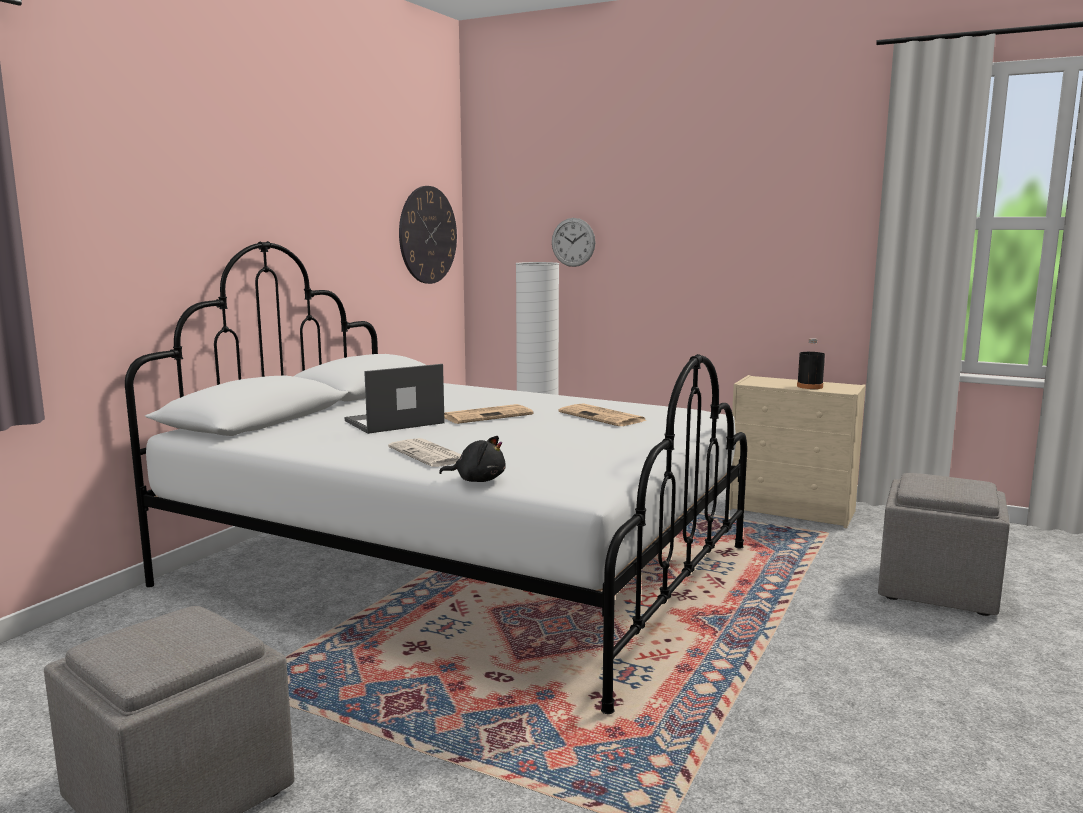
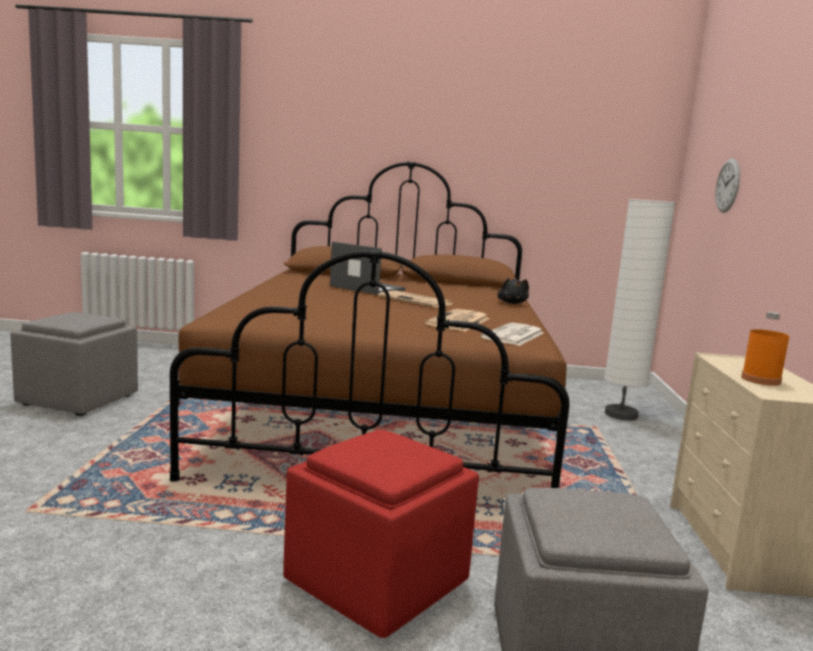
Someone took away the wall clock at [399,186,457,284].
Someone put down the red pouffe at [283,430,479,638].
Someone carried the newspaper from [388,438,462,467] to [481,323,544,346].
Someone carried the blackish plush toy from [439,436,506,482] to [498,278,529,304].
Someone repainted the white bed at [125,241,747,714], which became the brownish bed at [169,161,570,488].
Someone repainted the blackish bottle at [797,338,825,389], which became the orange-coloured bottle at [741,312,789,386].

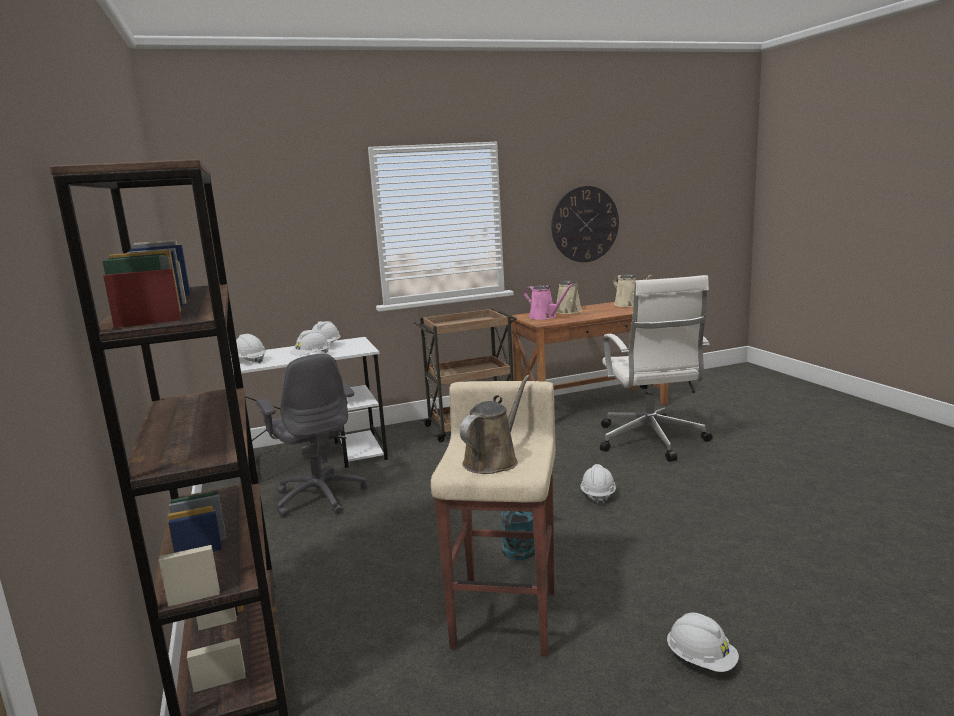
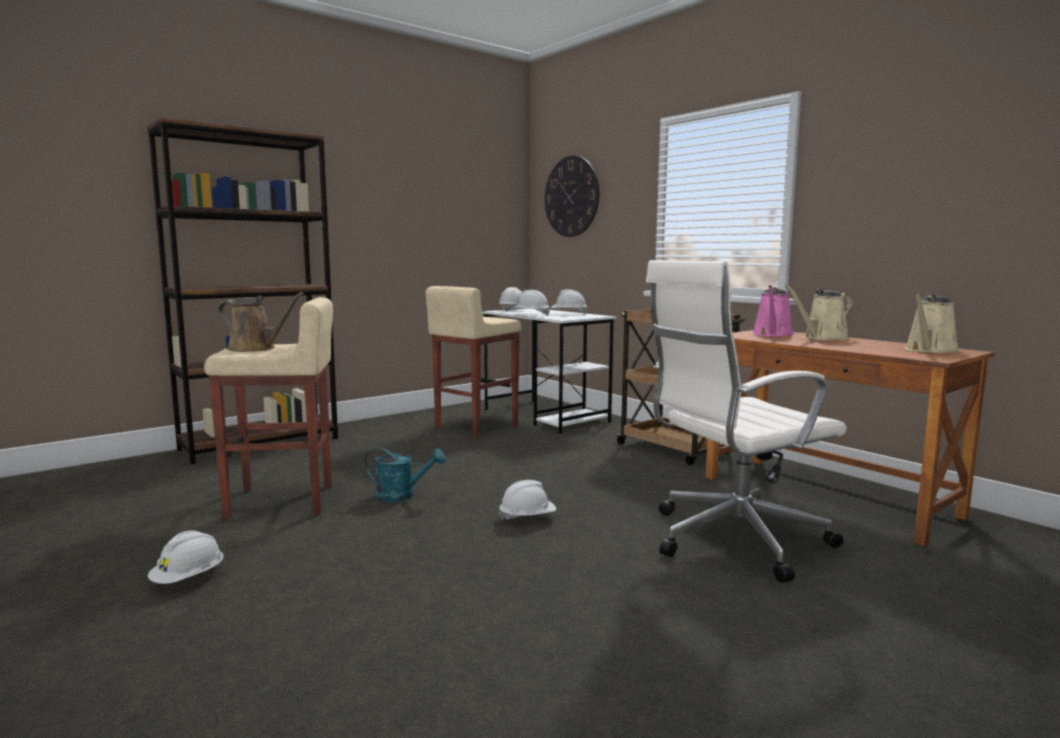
Someone carried the wall clock from [551,186,619,262] to [545,156,599,237].
Someone swapped the gray computer chair at [256,354,367,517] for the beige stool seat at [426,286,521,438].

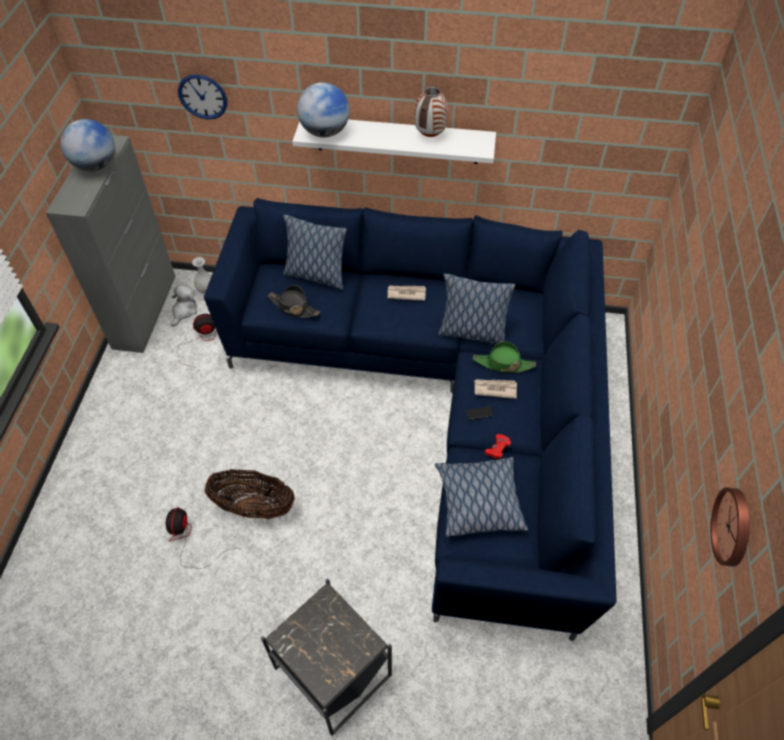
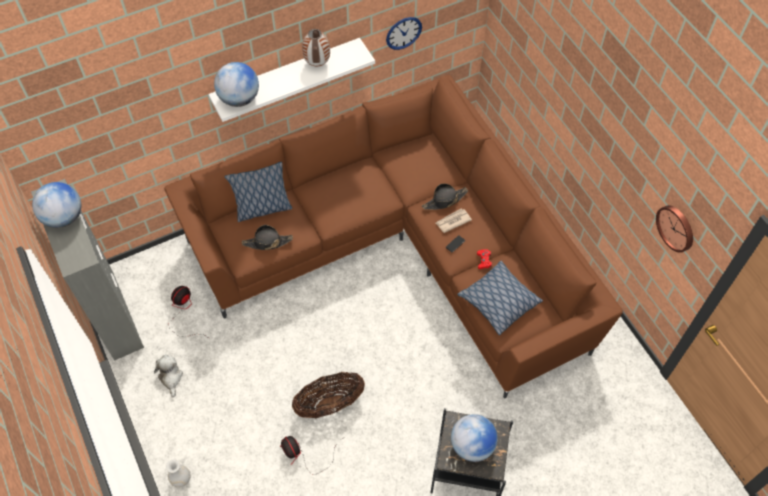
Someone took away the newspaper at [388,285,426,301].
Someone took away the pillow at [438,273,515,344].
Someone put down the world globe at [451,414,498,462].
Someone carried the plush toy from [170,285,197,327] to [154,355,183,398].
Someone carried the wall clock from [178,74,227,119] to [386,17,422,50].
Someone carried the white decorative vase from [192,257,212,294] to [166,459,191,488].
Someone repainted the blue-coloured sofa at [204,198,617,641], which became the brownish sofa at [164,75,623,398].
Someone repainted the greenish clothing hat at [473,341,536,373], which became the blackish clothing hat at [422,183,468,210].

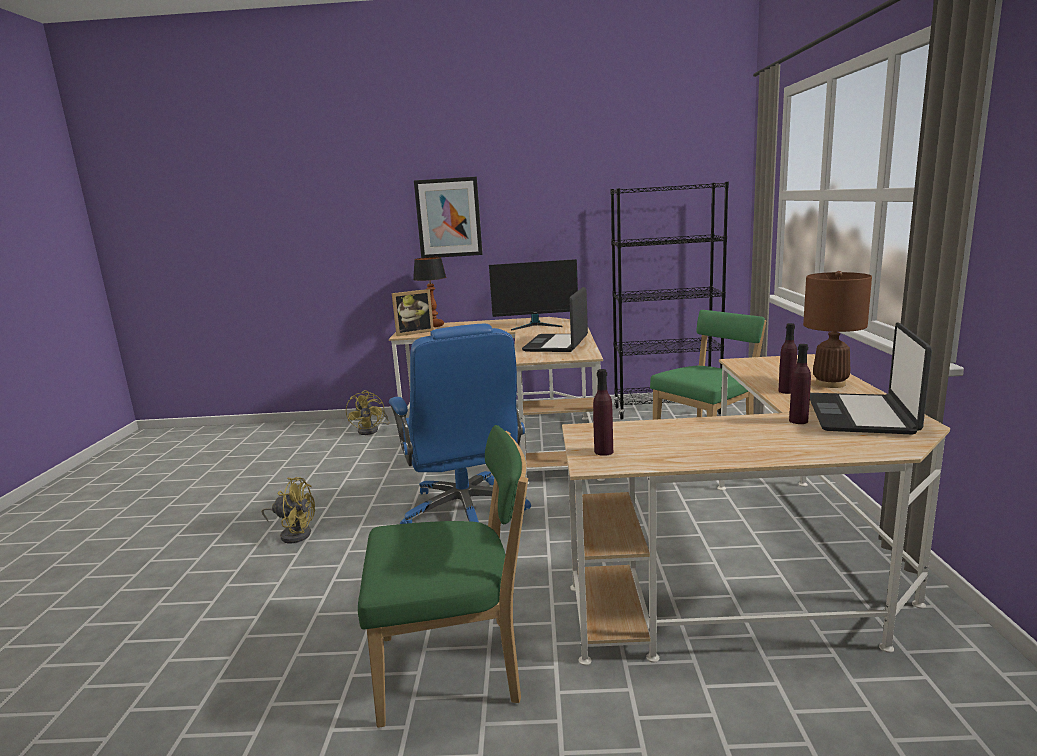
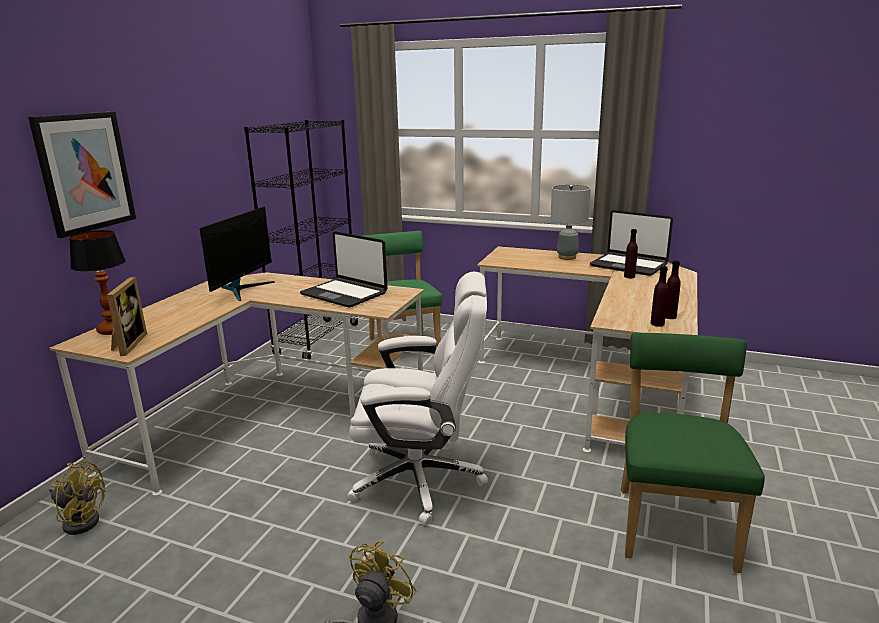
Someone carried the purplish bottle from [779,323,797,394] to [665,260,681,319].
Someone repainted the blue-coloured computer chair at [389,324,531,524], which became the white computer chair at [347,272,488,525].
Someone repainted the brownish table lamp at [803,271,872,388], which became the gray table lamp at [551,184,591,260].

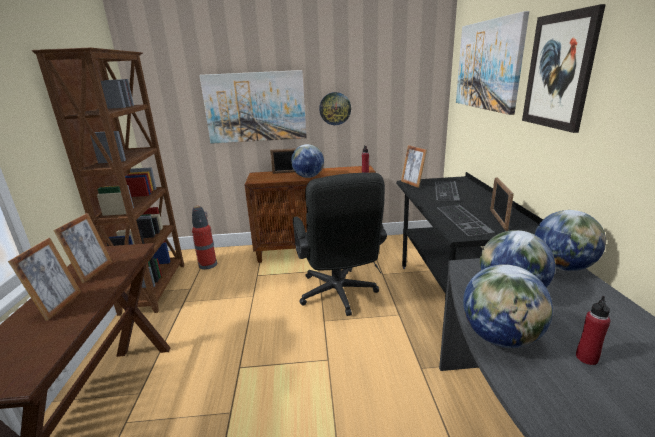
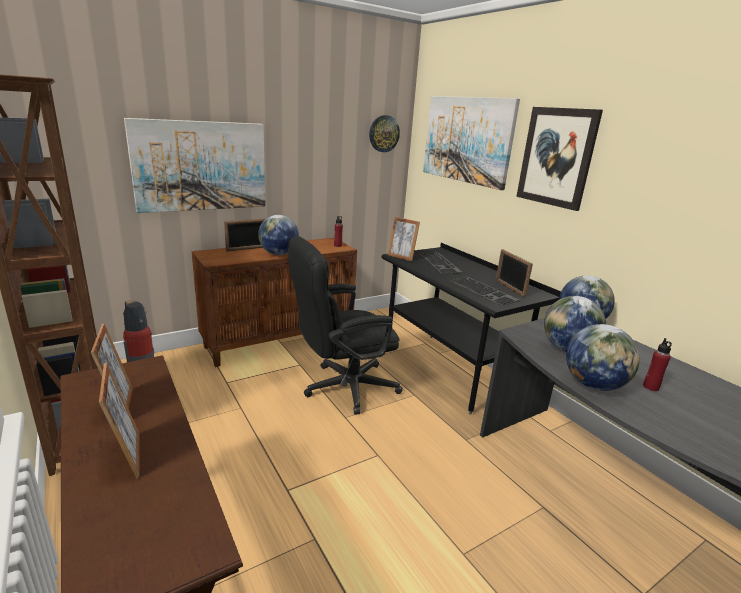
Someone carried the wall clock from [319,92,351,125] to [369,115,400,152].
Someone rotated the blackish computer chair at [293,172,387,316] by 105 degrees clockwise.

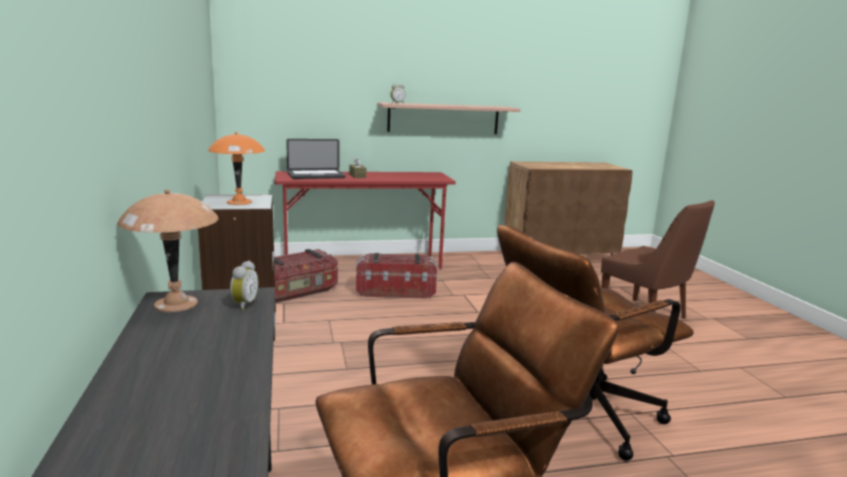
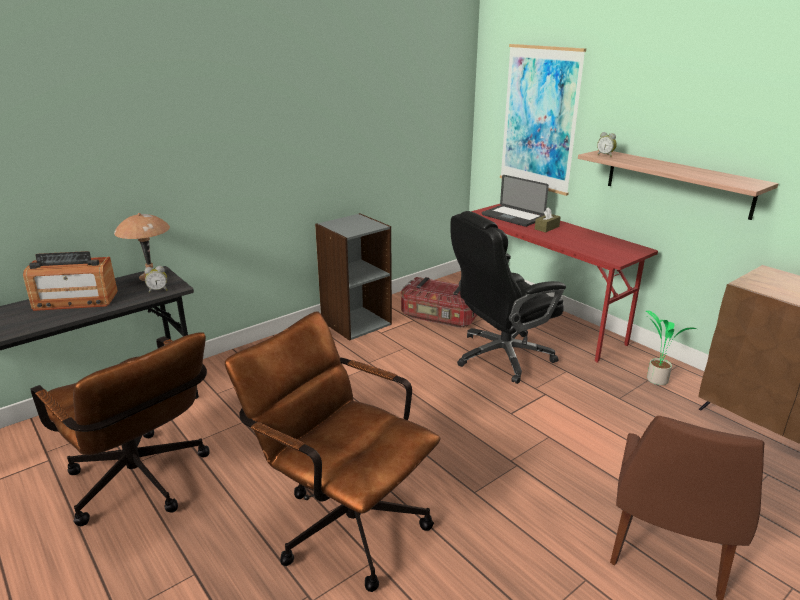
Someone took away the orange-coloured table lamp at [208,132,265,205].
Someone put down the radio at [23,251,118,311].
Someone put up the wall picture at [500,44,586,196].
Someone put down the plant in a pot at [646,311,699,385].
Someone swapped the storage container at [355,253,438,299] for the blackish computer chair at [451,211,566,384].

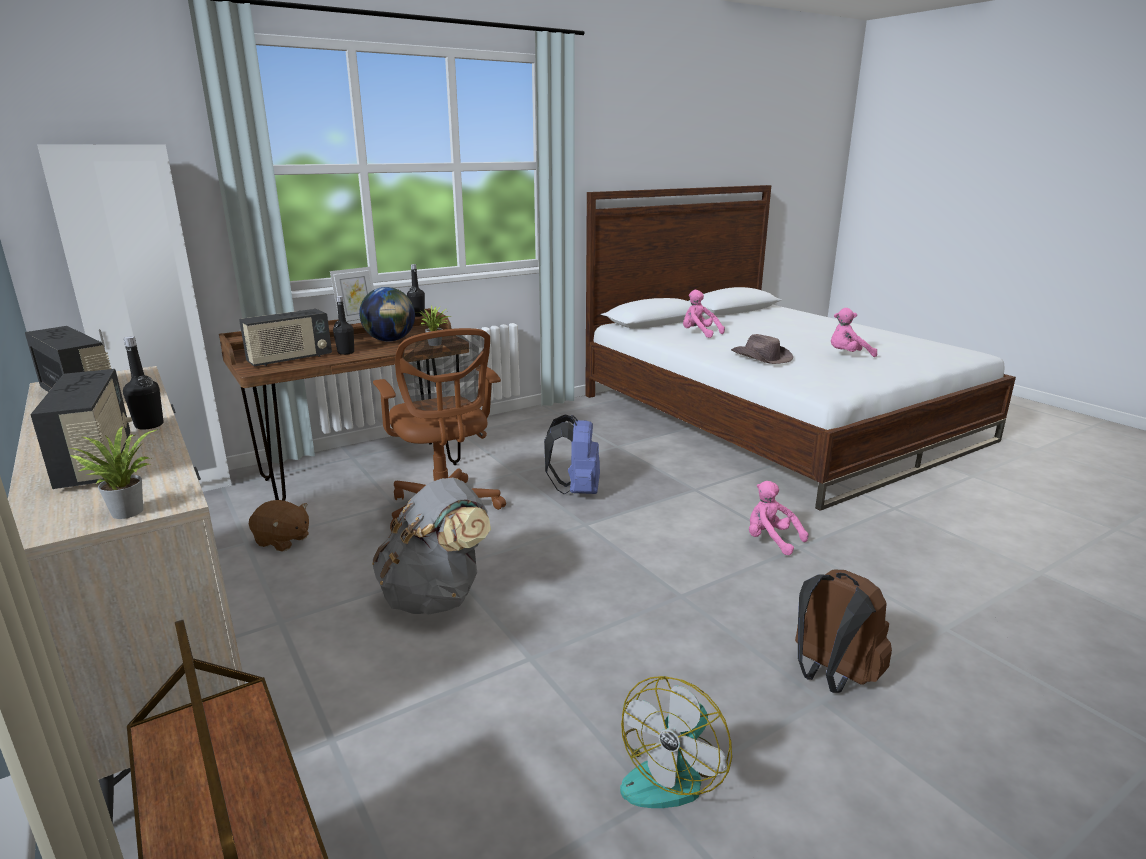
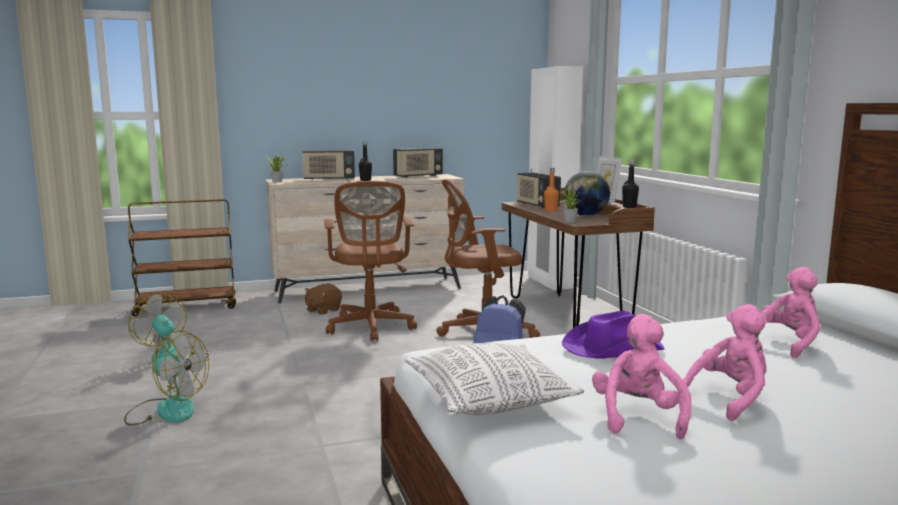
Someone put down the pillow at [405,343,584,415].
Someone carried the brownish plush toy from [249,500,309,552] to [304,283,342,315].
Someone carried the pink plush toy from [749,481,809,555] to [677,304,767,421].
Someone swapped the gray backpack at [372,478,491,615] for the brownish computer chair at [324,181,417,341].
Someone swapped the brownish backpack at [795,569,892,693] for the electric fan at [124,331,209,425].
Someone repainted the blackish bottle at [333,296,354,355], which became the orange-coloured bottle at [544,168,559,212].
Someone repainted the brownish clothing hat at [731,334,793,364], which became the purplish clothing hat at [562,310,665,359].

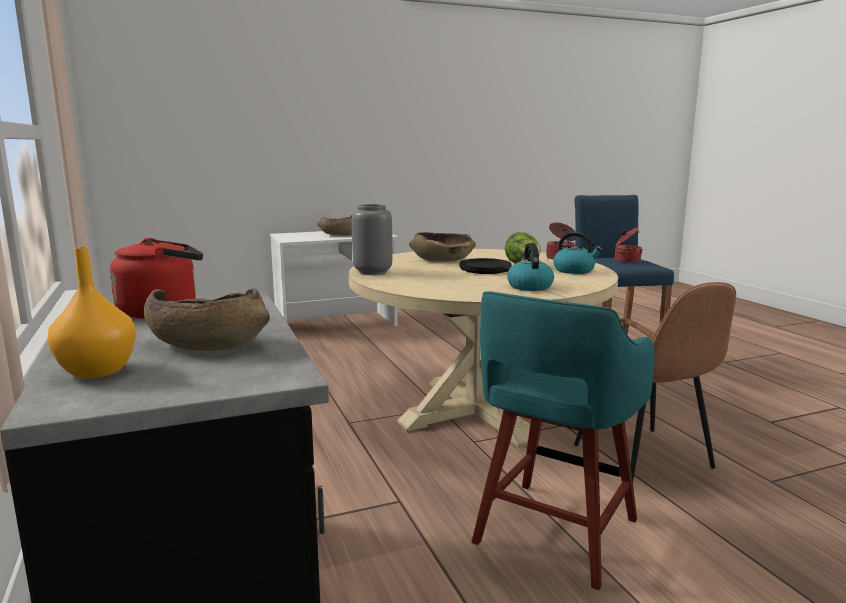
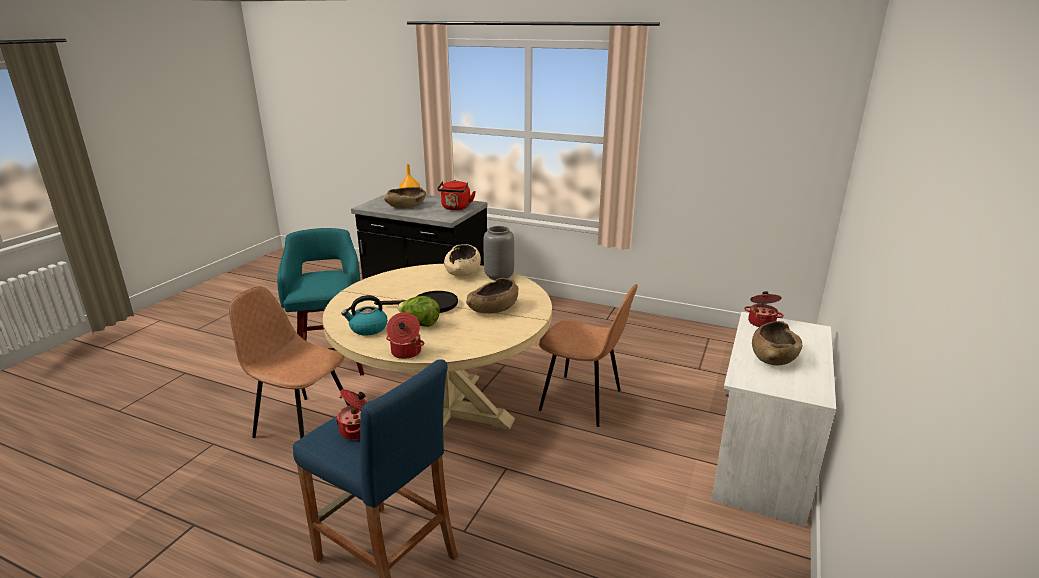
Someone took away the water kettle at [507,243,554,291].
Someone put down the beige serving bowl at [444,244,481,277].
Someone put down the brownish upright chair at [539,284,638,427].
Someone put down the saucepot at [744,291,784,327].

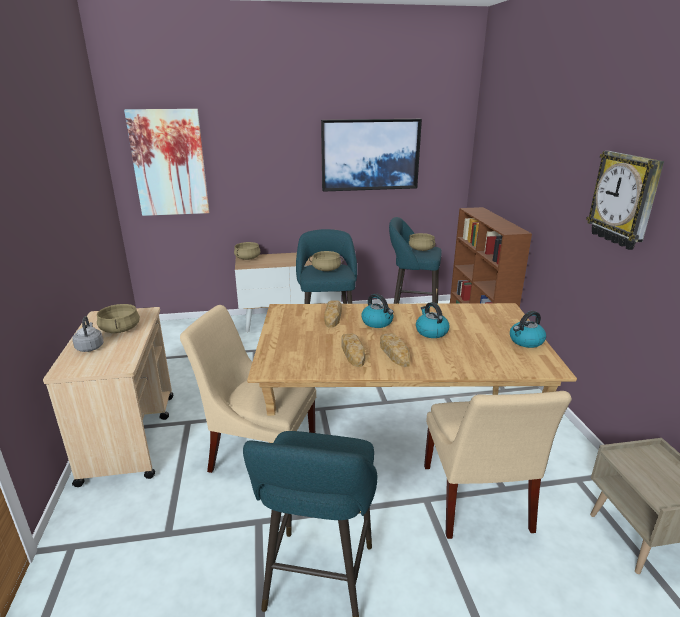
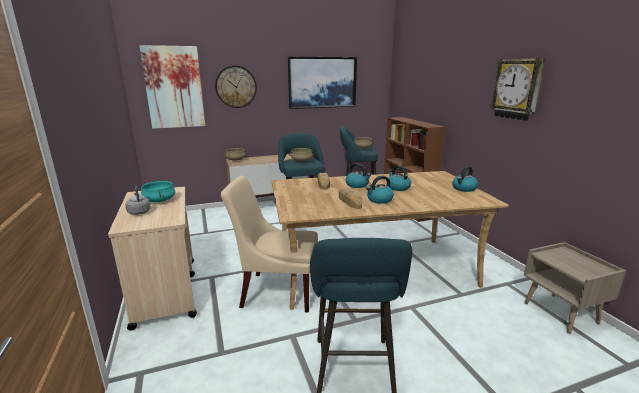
Someone took away the beige upright chair at [424,391,572,539].
Someone put up the wall clock at [215,66,257,108].
Someone swapped the bakery bread at [380,333,410,367] for the water kettle at [366,176,394,204].
Someone repainted the beige saucepot at [97,304,140,333], which became the blue-green saucepot at [141,181,175,202].

